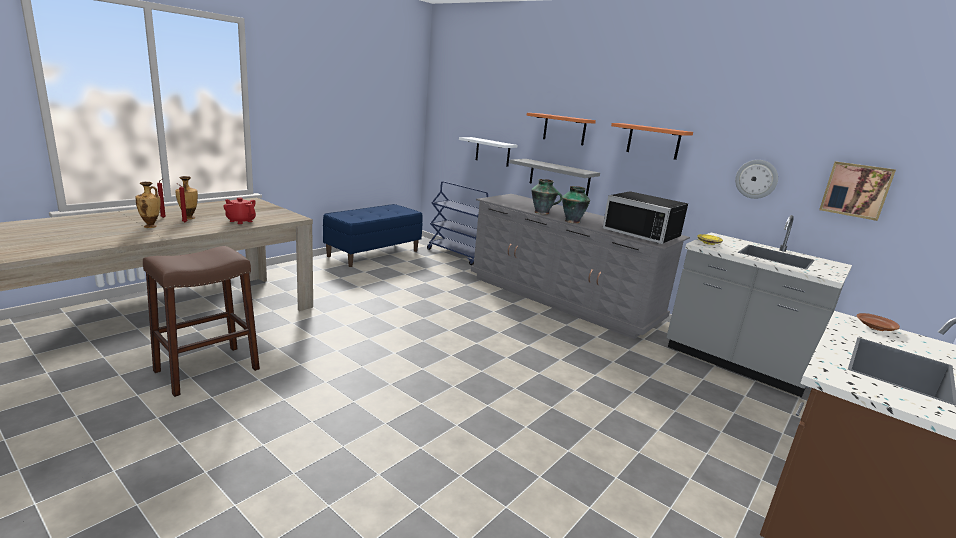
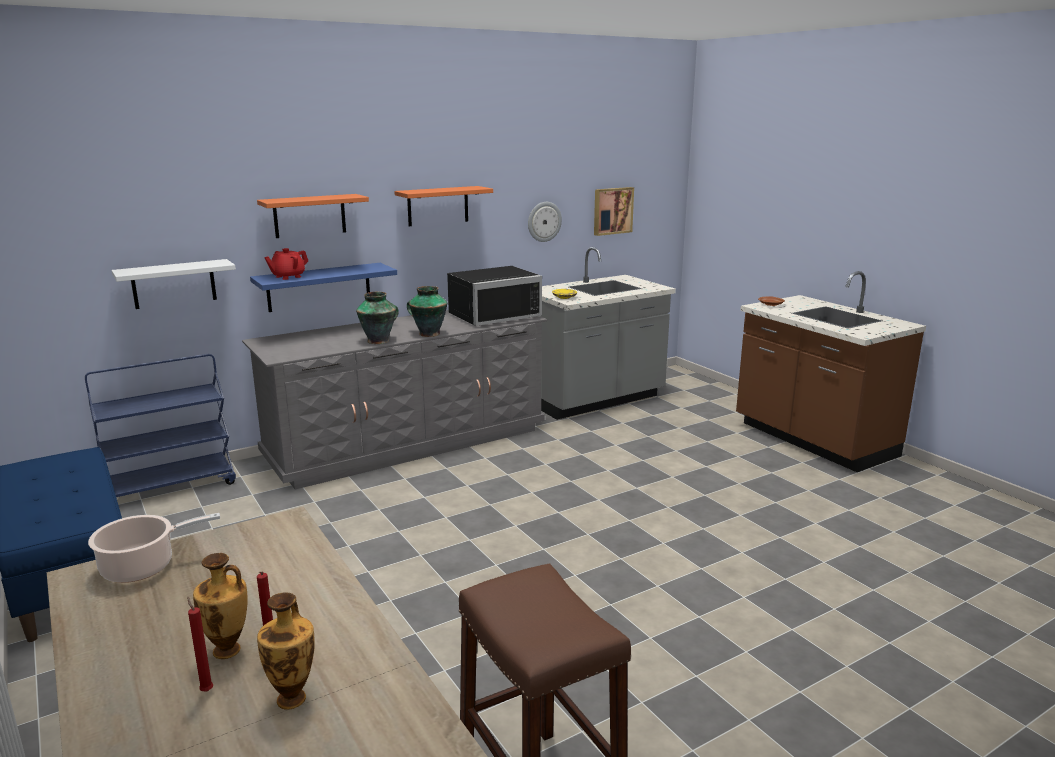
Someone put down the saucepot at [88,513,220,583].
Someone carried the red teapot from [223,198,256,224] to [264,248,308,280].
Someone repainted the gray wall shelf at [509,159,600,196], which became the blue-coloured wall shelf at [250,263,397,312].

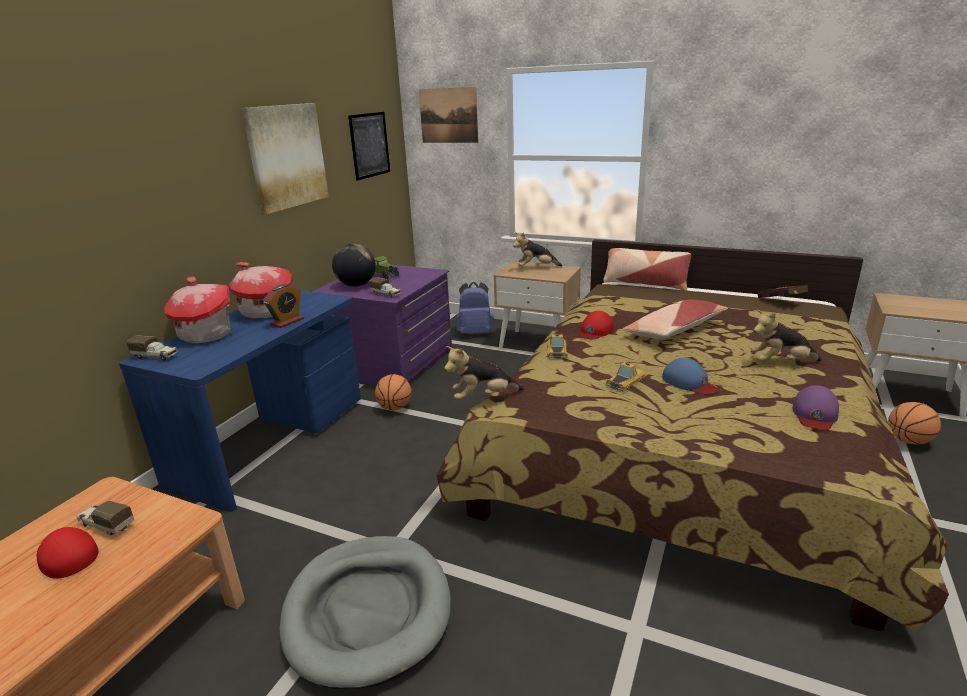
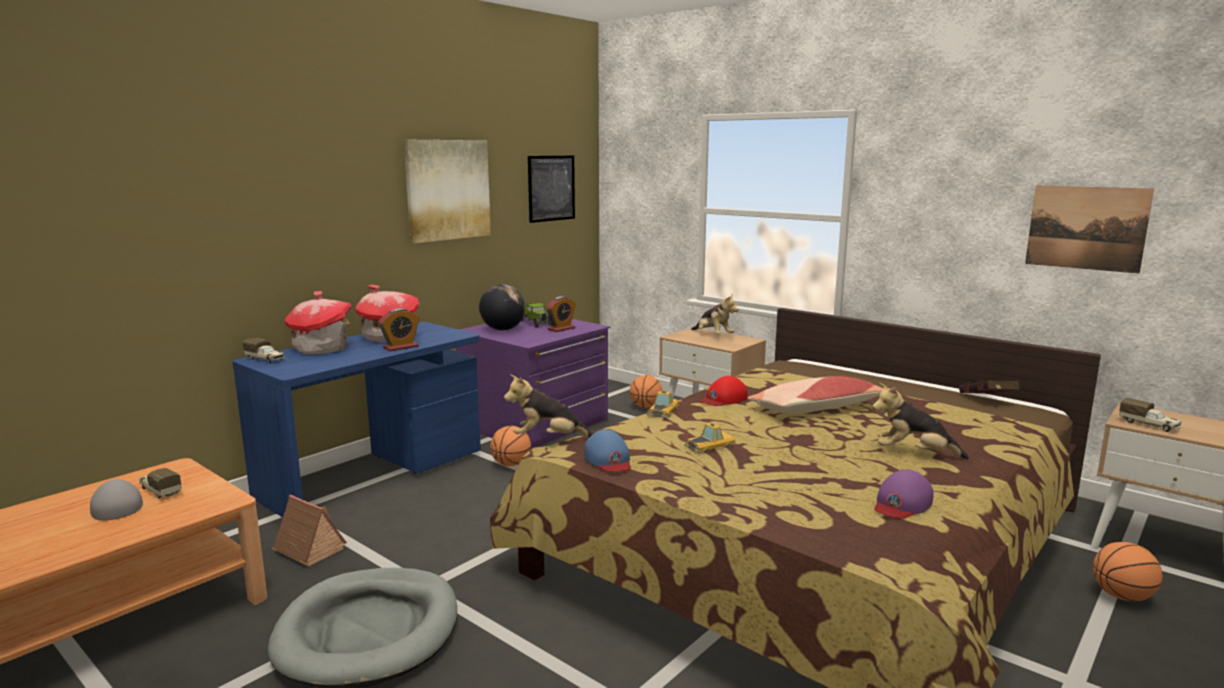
Someone took away the pillow at [603,248,692,291].
Someone put down the miniature house at [271,495,347,567].
Someone put down the bedside clock at [546,296,576,332].
Someone carried the toy lorry from [369,277,401,298] to [1119,398,1182,432].
Someone carried the wall picture from [419,87,479,143] to [1025,185,1154,274].
Someone carried the blue-coloured peaked cap from [662,358,718,394] to [584,429,631,472].
Someone swapped the blue-coloured backpack at [456,282,494,334] for the basketball ball at [629,375,663,408].
Someone repainted the red peaked cap at [37,527,99,579], which became the gray peaked cap at [90,479,143,520].
Someone rotated the plush toy at [513,232,562,266] by 135 degrees counterclockwise.

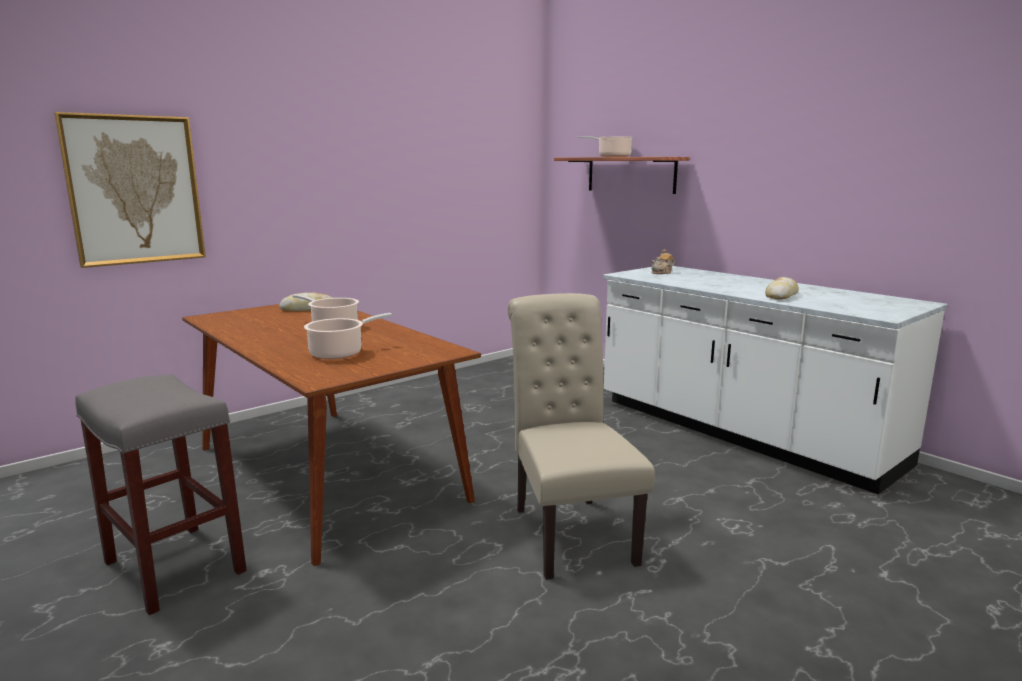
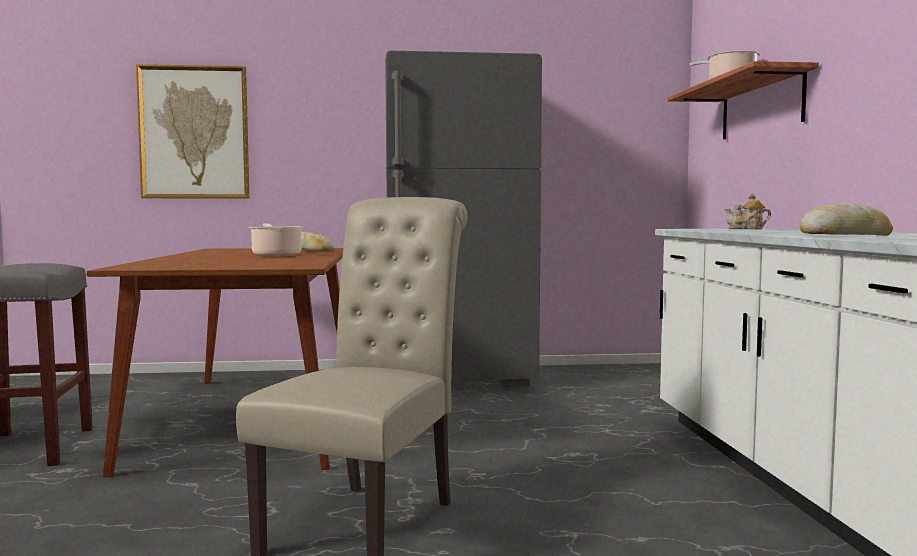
Someone took away the saucepot at [304,313,392,359].
Someone put down the gray fridge at [385,51,542,387].

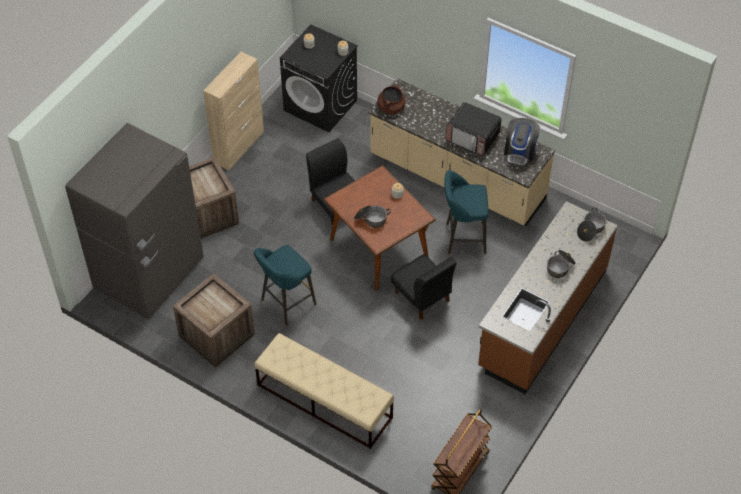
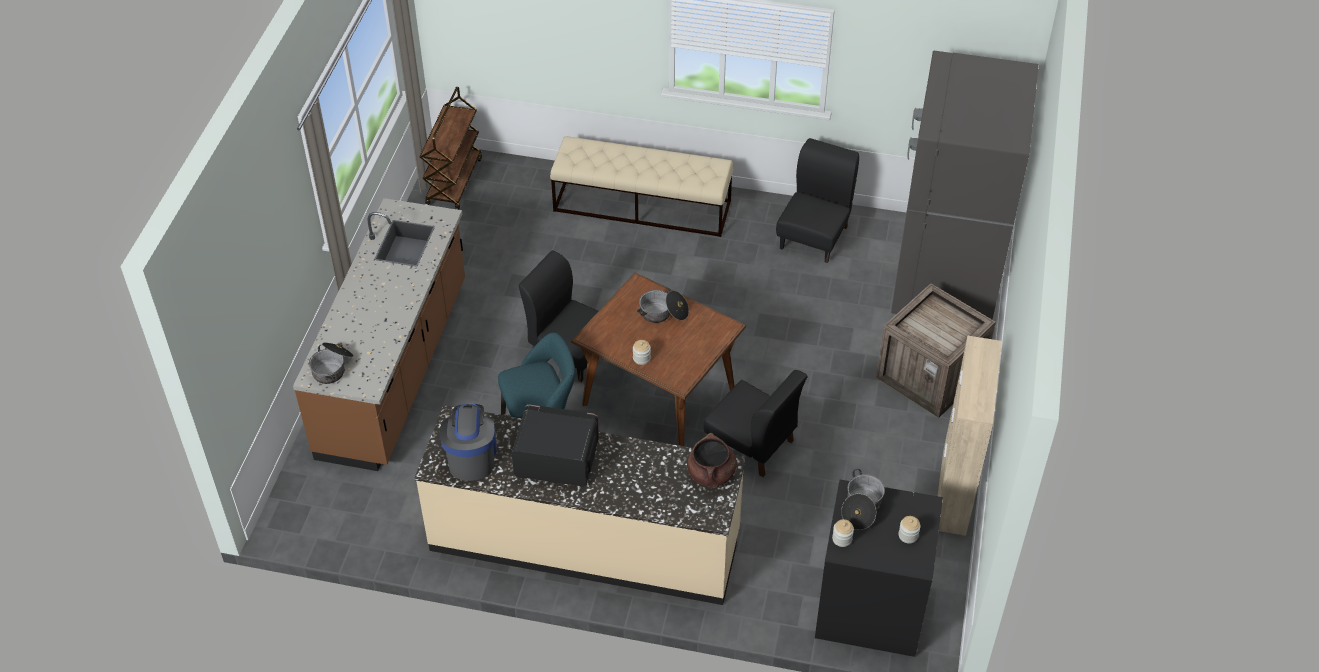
Someone took away the blue-green stool seat at [254,245,316,325].
Someone carried the saucepot from [547,250,576,278] to [841,469,885,530].
Someone swapped the packing crate at [173,273,255,368] for the blackish upright chair at [776,138,859,263].

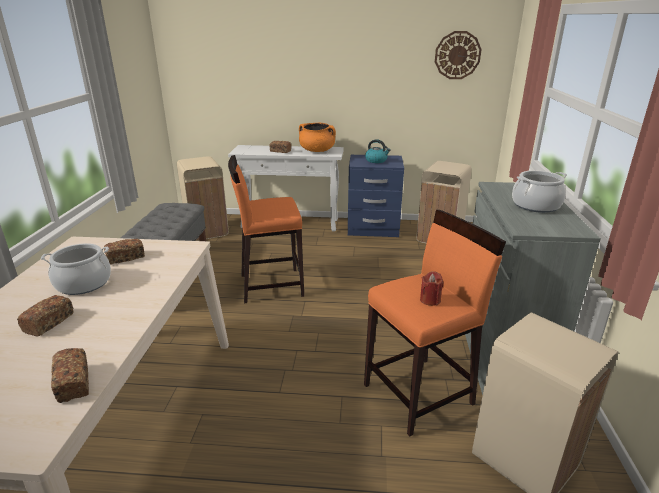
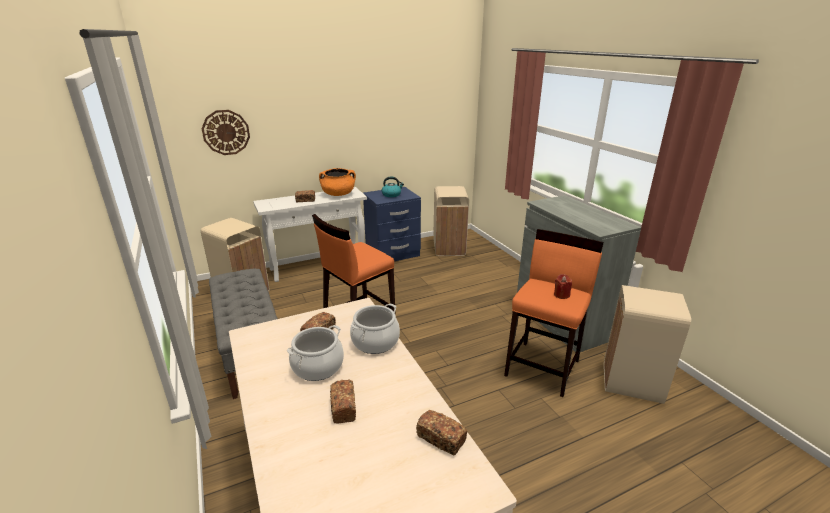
Someone carried the wall clock from [435,31,482,79] to [201,110,250,155].
Someone carried the saucepot from [512,170,567,213] to [350,303,400,354].

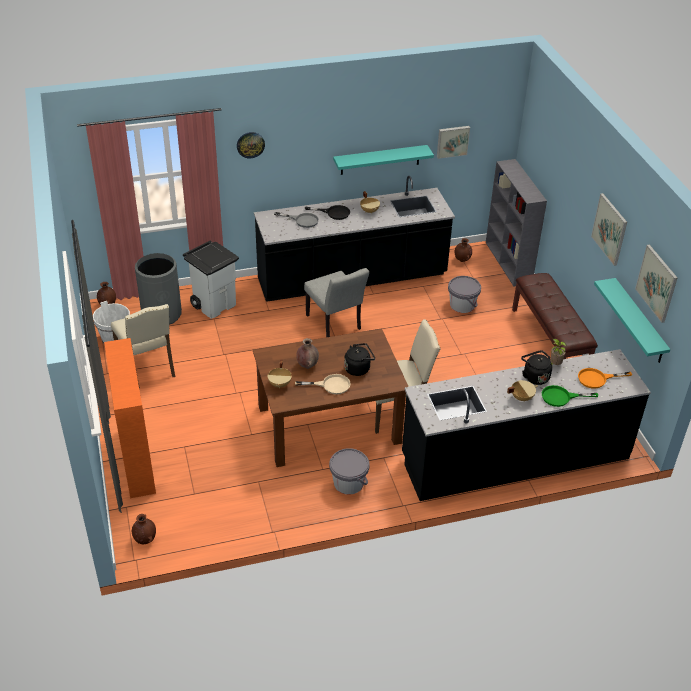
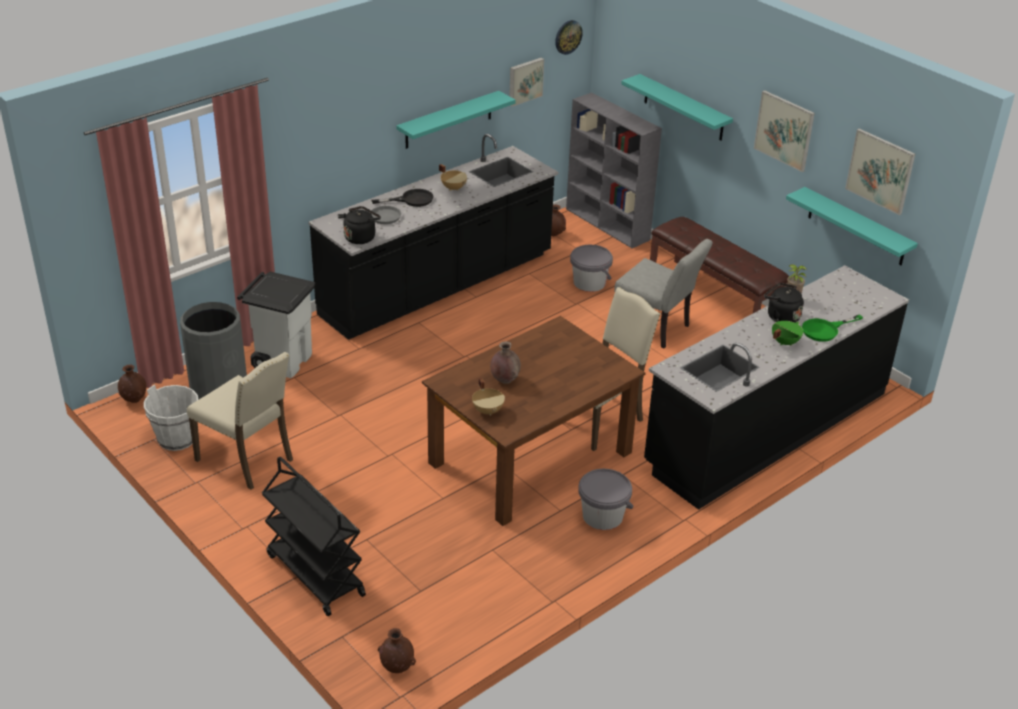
Someone took away the beige frying pan at [295,374,351,395].
Someone took away the orange-coloured frying pan at [578,368,632,389].
Someone put up the blue-green wall shelf at [621,74,733,141].
Someone carried the wall clock from [237,132,265,159] to [555,20,583,55].
Someone carried the gray upright chair from [304,268,369,337] to [614,239,713,348].
Someone carried the blackish water kettle from [344,343,375,376] to [343,206,381,244].
Someone swapped the orange-coloured bookcase at [104,338,156,498] for the blackish wheeled cart at [262,457,366,616].
Someone repainted the beige saucepot at [507,380,538,402], which became the greenish saucepot at [772,321,803,346].

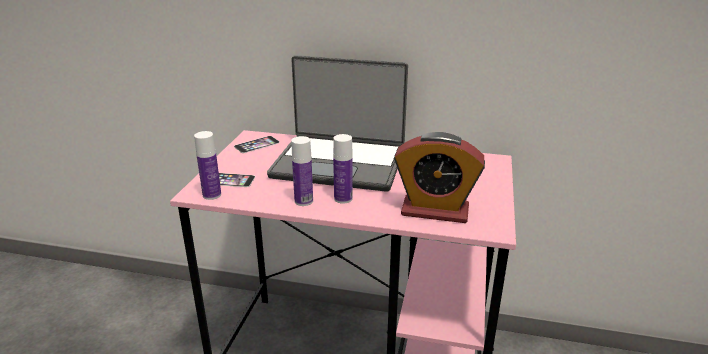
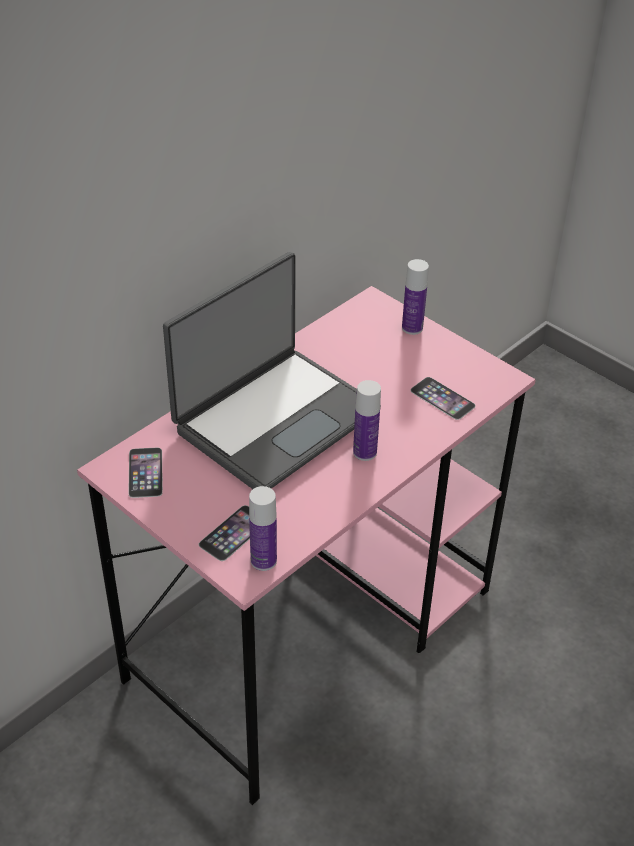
Someone carried the bottle from [291,136,313,206] to [402,259,429,335].
Someone swapped the bedside clock at [394,132,485,223] for the telephone at [410,377,475,420].

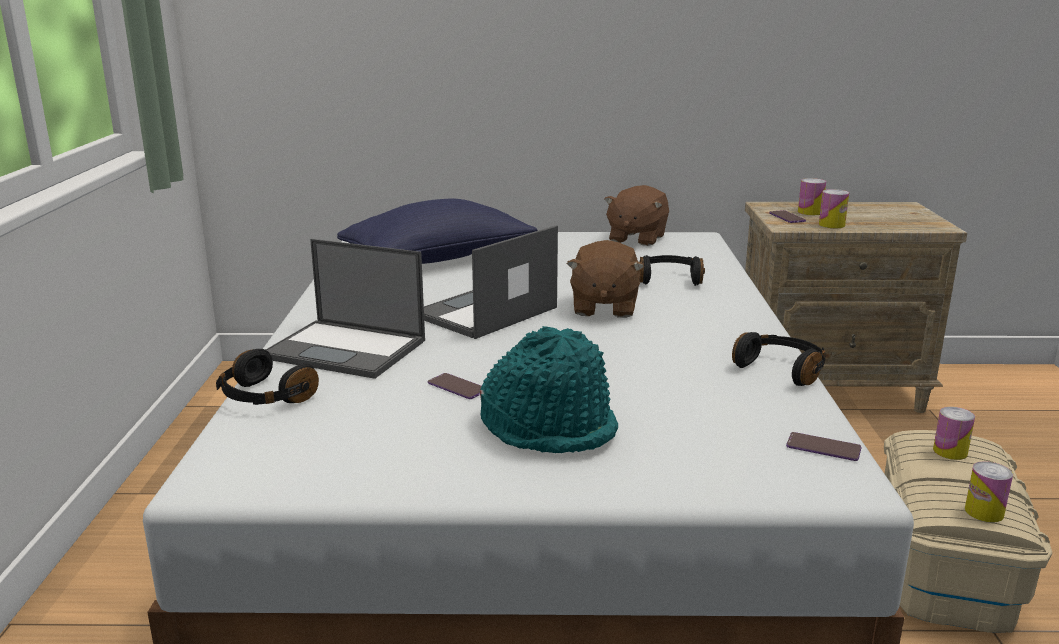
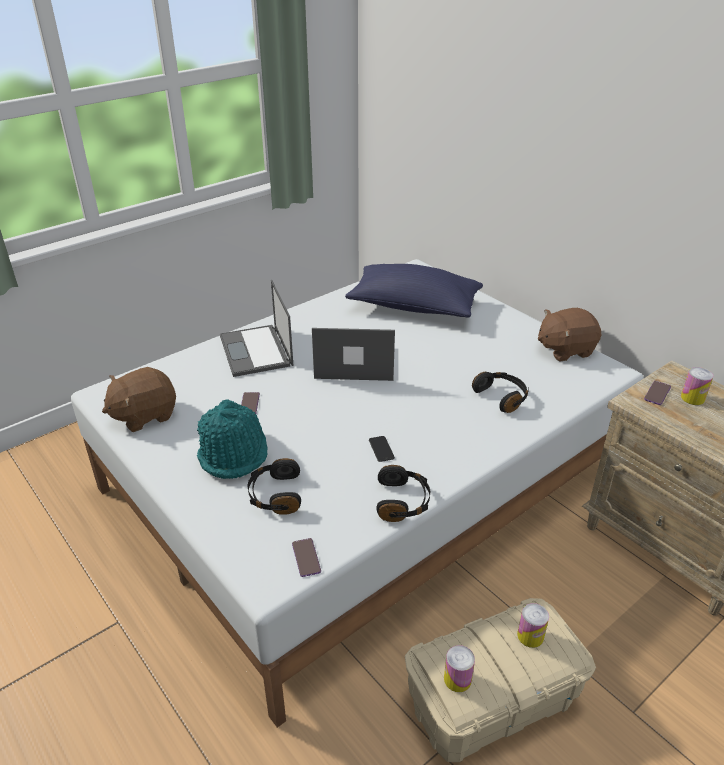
Someone took away the can at [819,189,849,228].
Someone put down the telephone at [369,436,395,462].
Someone carried the blackish headphones from [216,349,319,405] to [248,458,301,515].
Someone carried the brownish plush toy from [567,240,645,318] to [102,367,176,432].

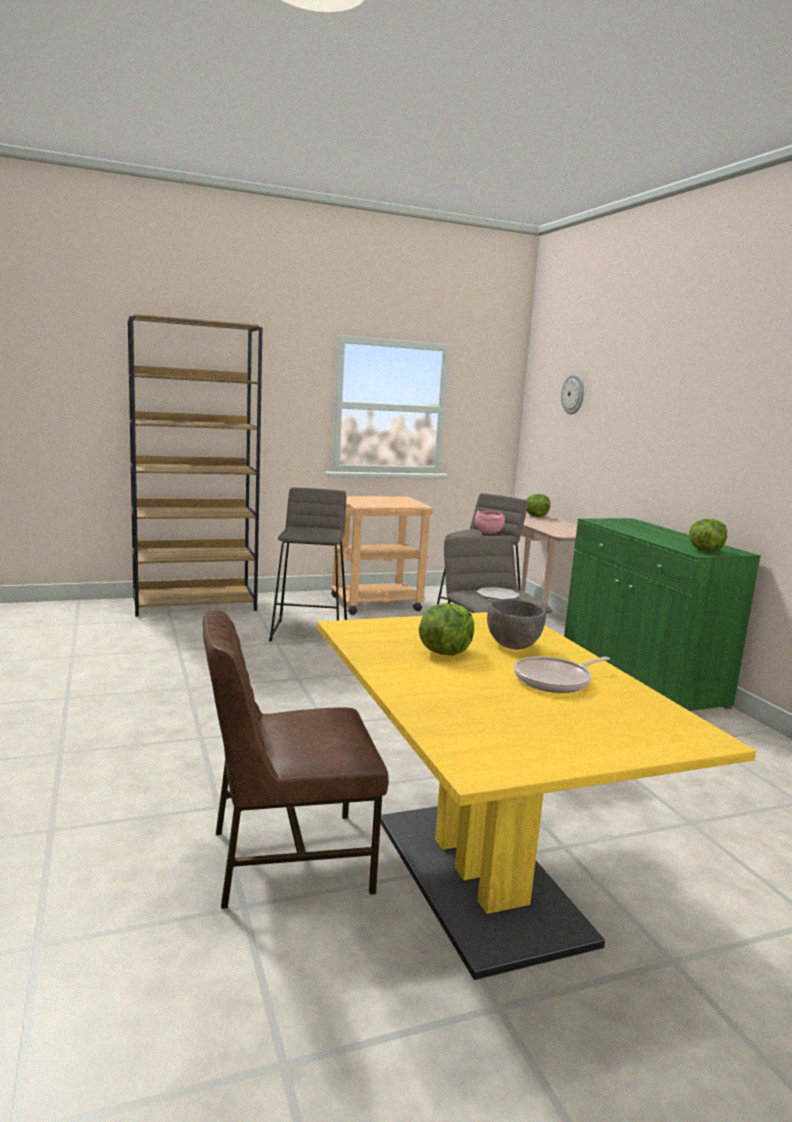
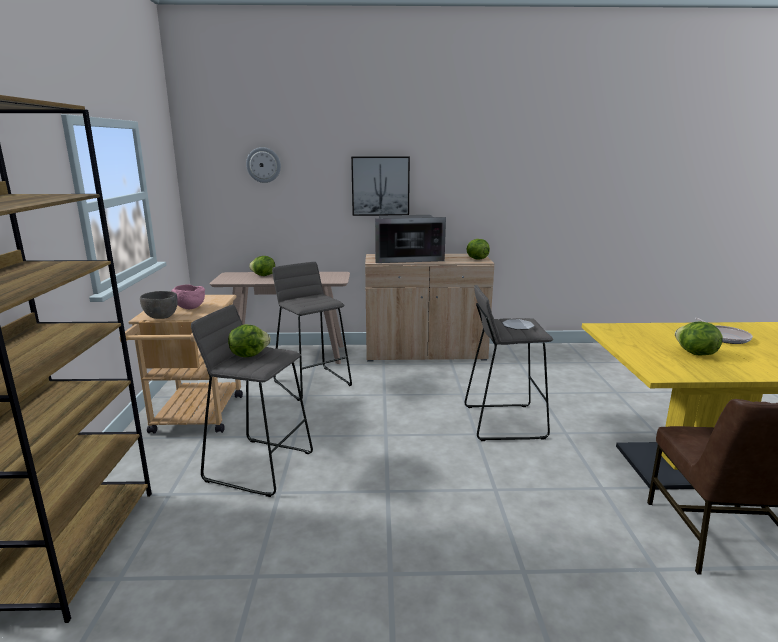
Someone put down the lettuce head at [228,324,271,357].
Someone put up the wall picture at [351,156,410,216].
Someone put down the microwave at [375,215,446,263].
Someone carried the pink serving bowl from [475,510,505,534] to [171,284,205,309].
Someone carried the gray serving bowl from [487,599,546,650] to [140,291,178,319].
Someone repainted the greenish cupboard at [564,518,761,711], which became the beige cupboard at [365,254,494,361].

